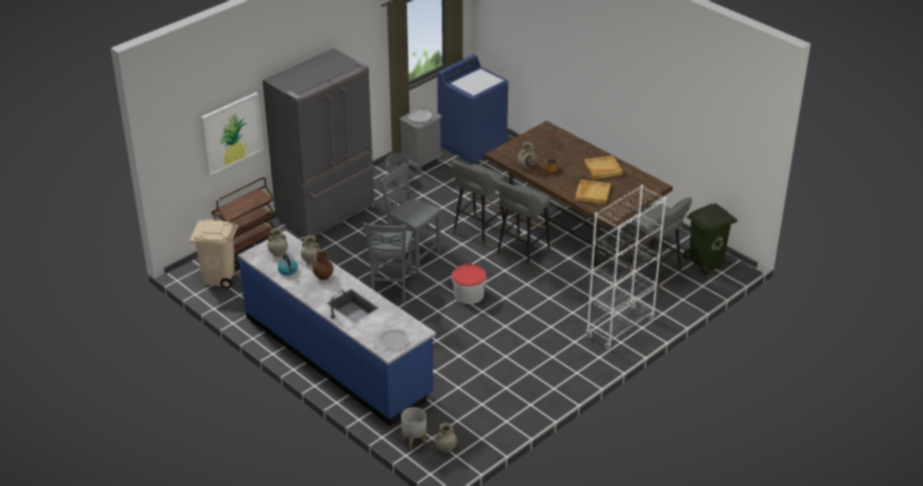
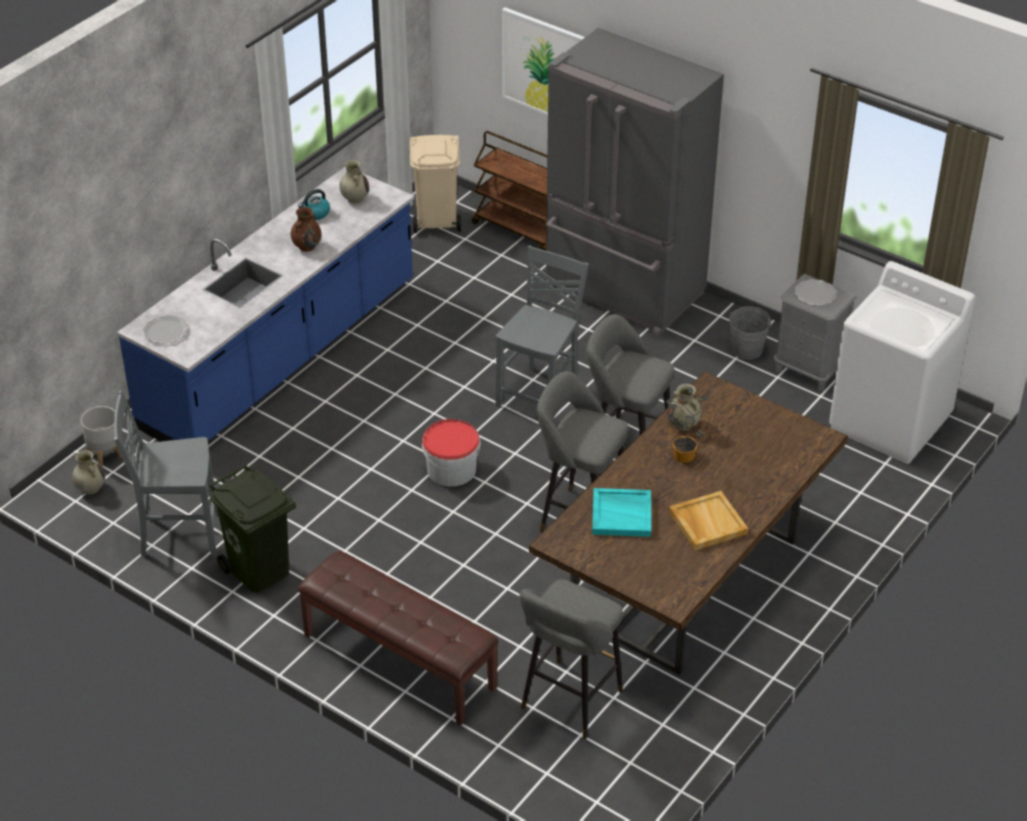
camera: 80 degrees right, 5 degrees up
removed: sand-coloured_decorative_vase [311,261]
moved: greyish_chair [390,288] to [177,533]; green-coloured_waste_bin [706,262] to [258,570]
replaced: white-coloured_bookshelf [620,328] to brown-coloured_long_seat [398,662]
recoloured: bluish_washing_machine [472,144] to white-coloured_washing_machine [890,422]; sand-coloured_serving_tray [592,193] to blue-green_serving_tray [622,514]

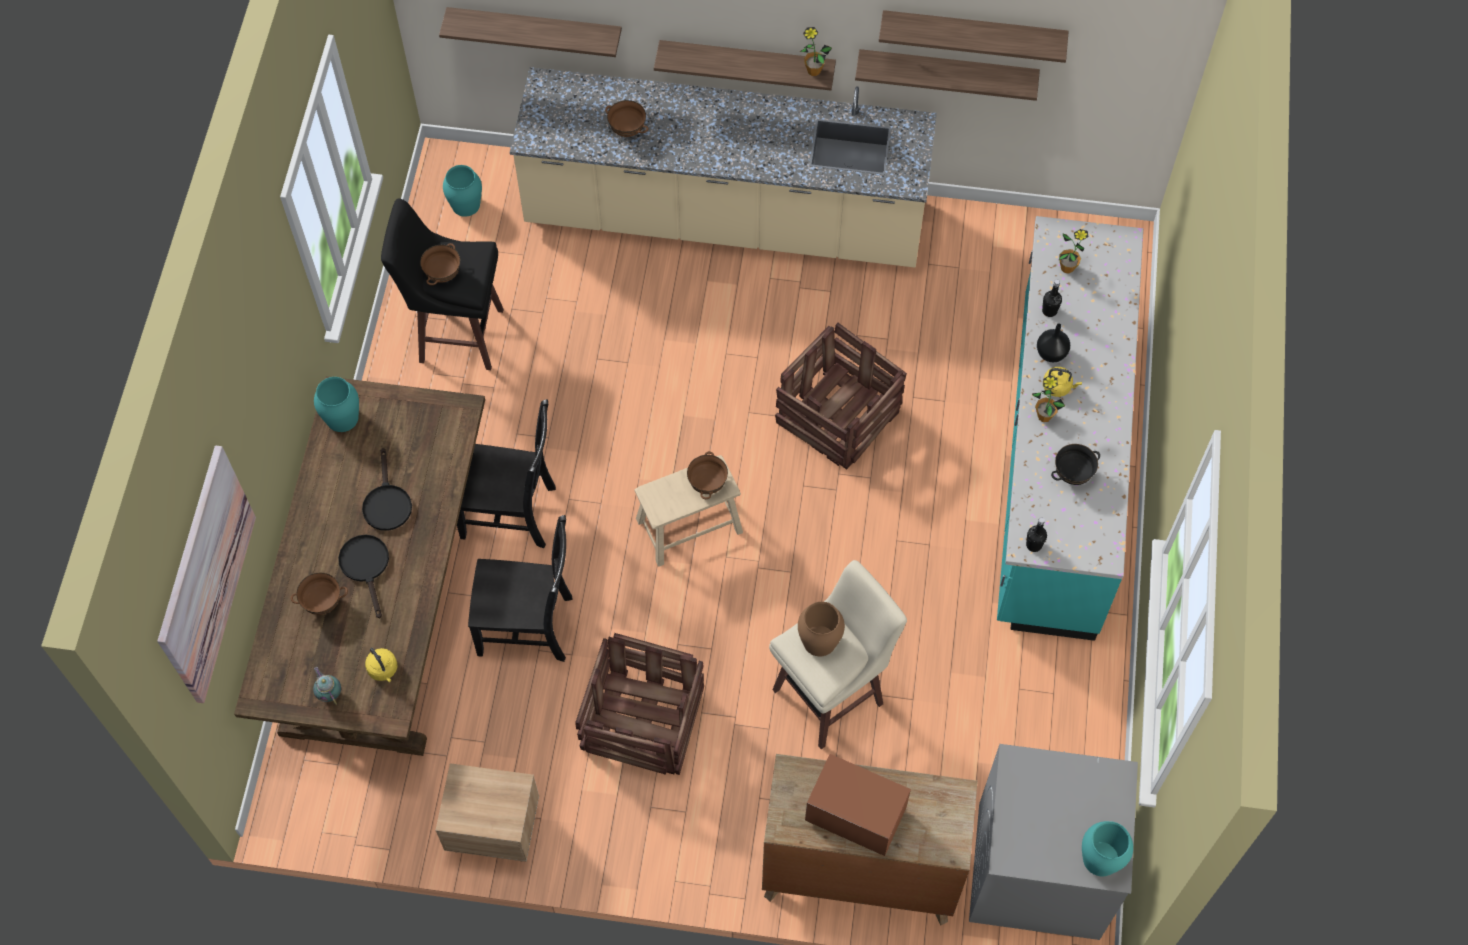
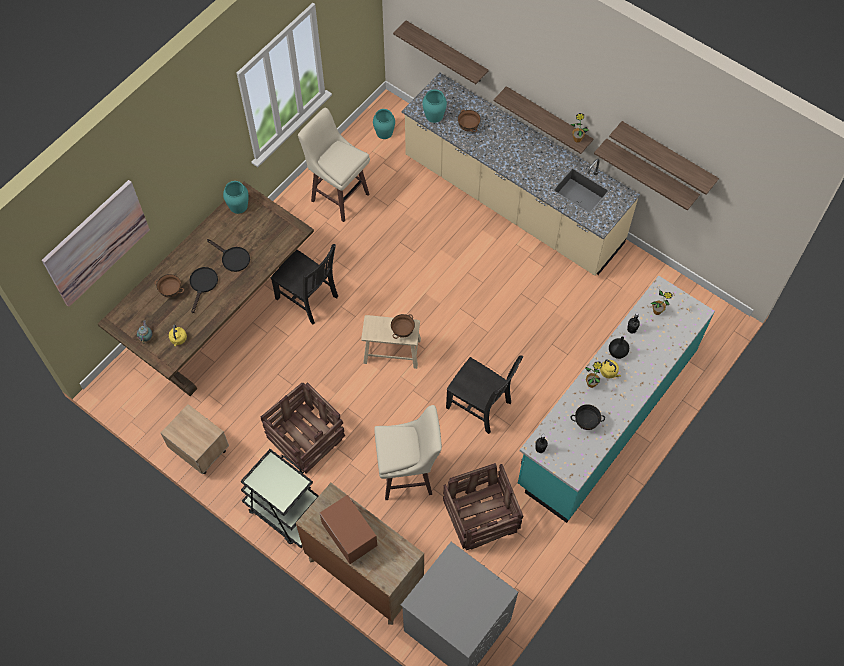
camera: 30 degrees right, 0 degrees up
removed: brown-coloured_bowl [443,274]; brown-coloured_decorative_vase [819,640]
added: blackish_cart [285,512]
moved: blackish_chair [529,626] to [480,406]; packing_crate [839,415] to [482,515]; blue-green_decorative_vase [1101,858] to [434,115]
recoloured: blackish_stool_seat [458,334] to sand-coloured_stool_seat [339,196]
turned: blackish_pan [386,502] = [232,258] 75 degrees counterclockwise

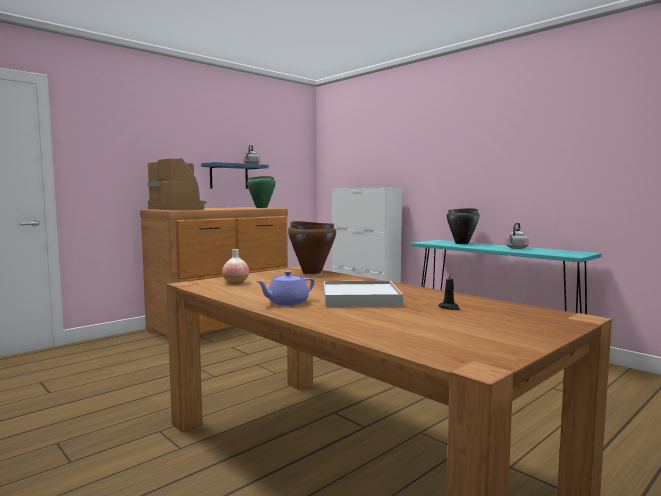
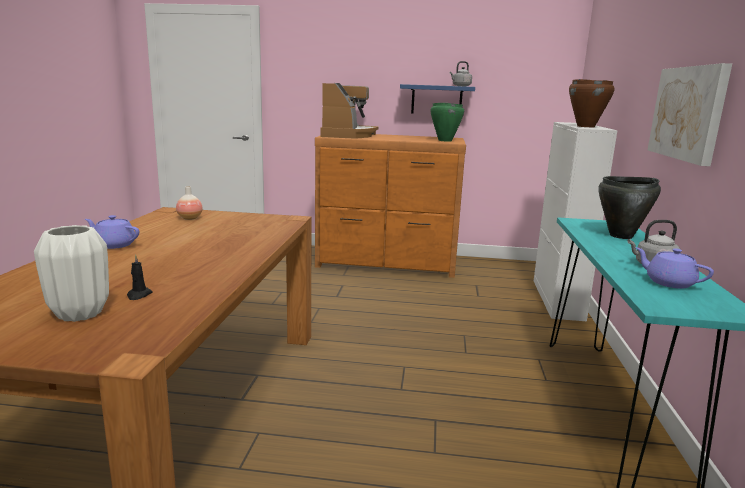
camera: 50 degrees right, 10 degrees up
removed: white-coloured_serving_tray [360,298]
added: white-coloured_decorative_vase [79,314]; purple-coloured_pot_for_tea [668,282]; picture [688,113]
moved: brown-coloured_cooking_pot [312,272] to [586,126]

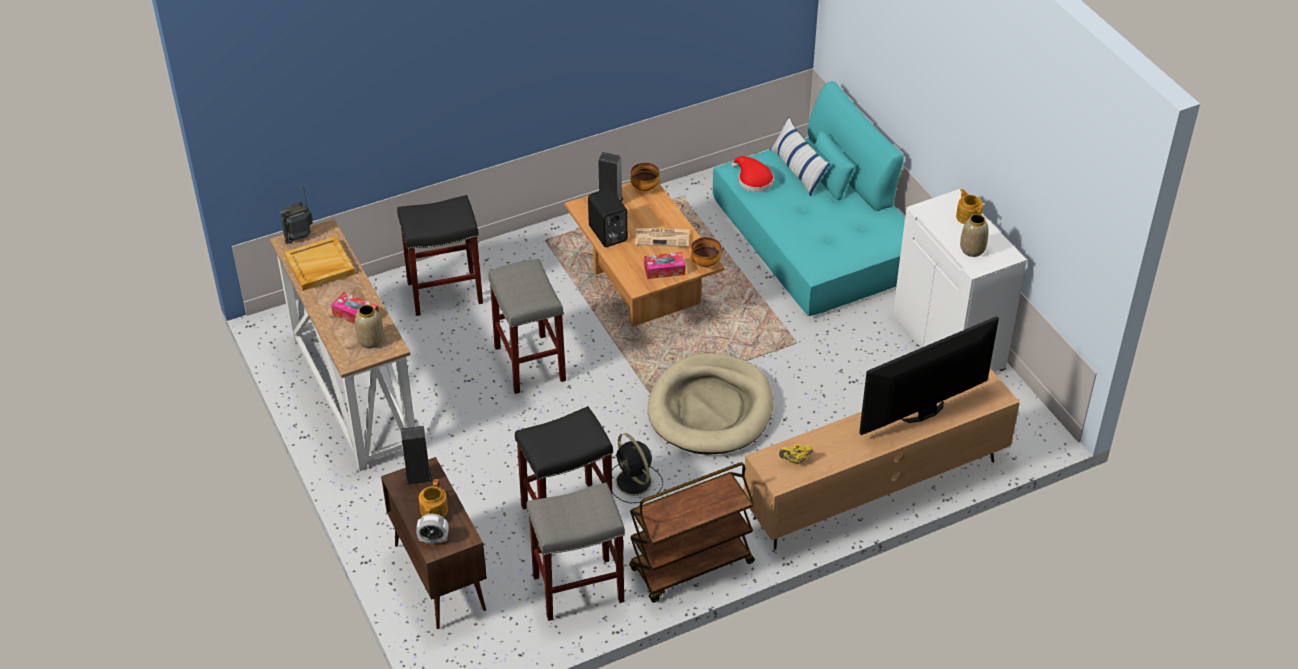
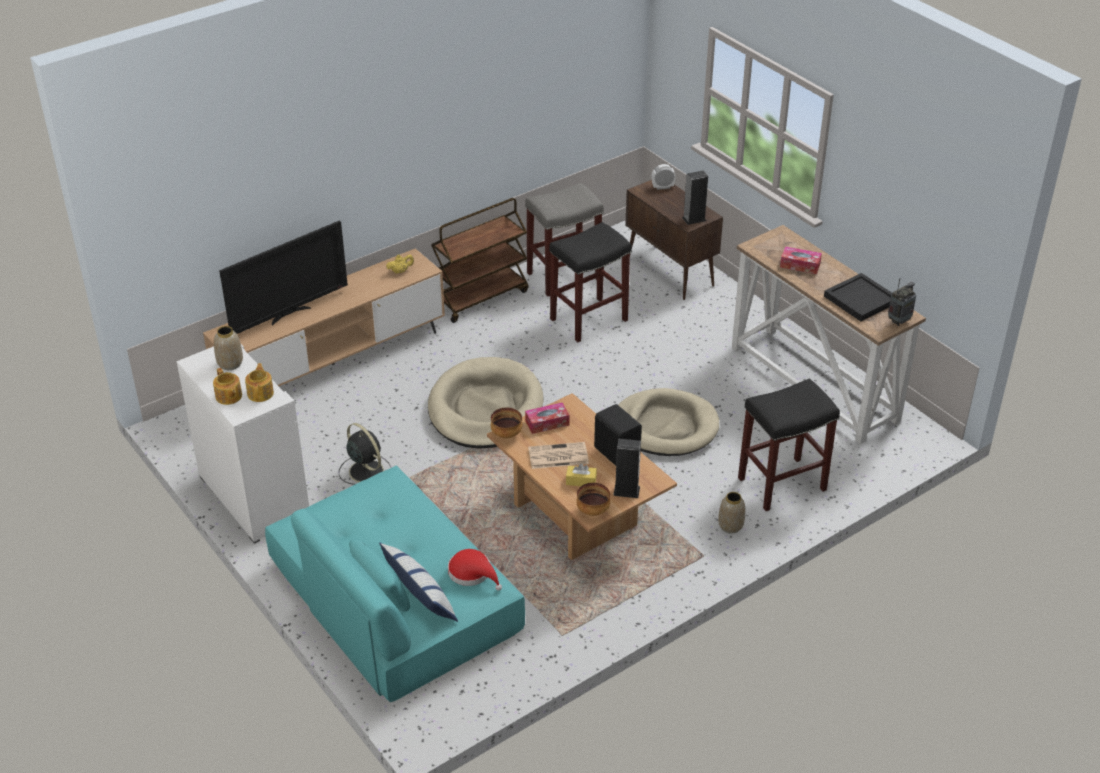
camera: 170 degrees right, 5 degrees down
added: yellowish_tissue_holder [581,481]
moved: decorative_vase [370,341] to [731,526]; pot_for_tea [433,510] to [261,393]; blackish_fan [634,483] to [365,470]
replaced: greyish_stool_seat [530,364] to sand-coloured_dog_bed [665,427]
recoloured: sand-coloured_serving_tray [319,266] to blackish_serving_tray [860,299]

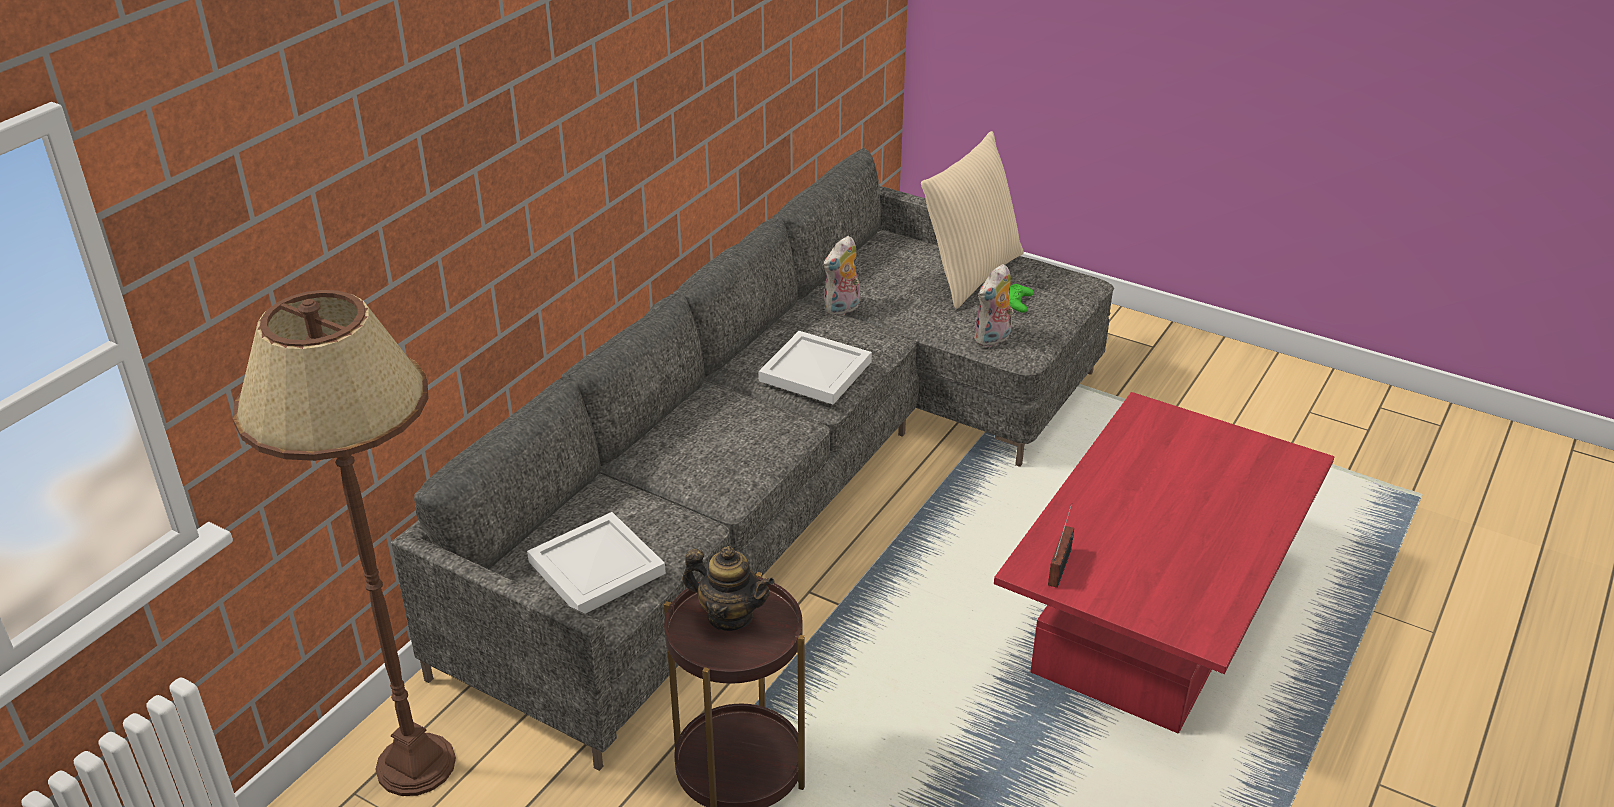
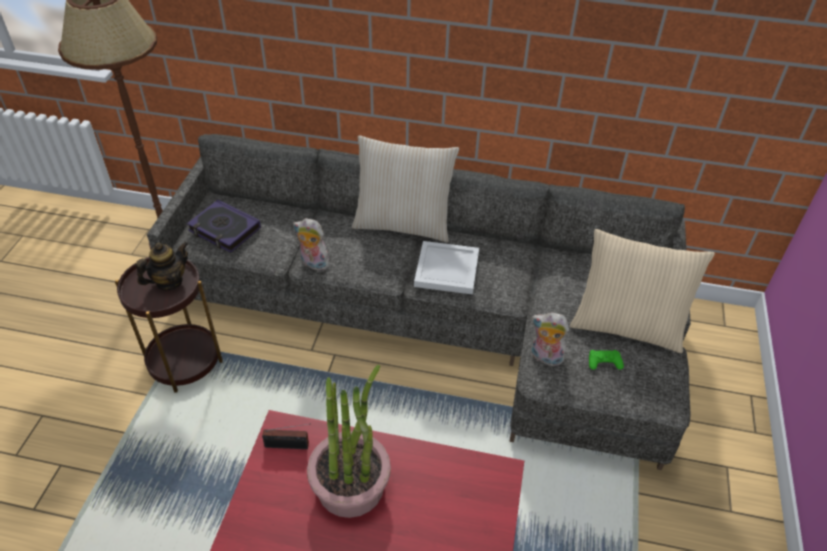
camera: 70 degrees right, 10 degrees up
added: plant_in_a_pot [351,485]; sand-coloured_pillow [403,224]
moved: cuddly_toy [842,309] to [313,263]
replaced: white-coloured_serving_tray [599,567] to bound_book [224,230]
turned: pot_for_tea [730,616] = [169,281] 135 degrees counterclockwise

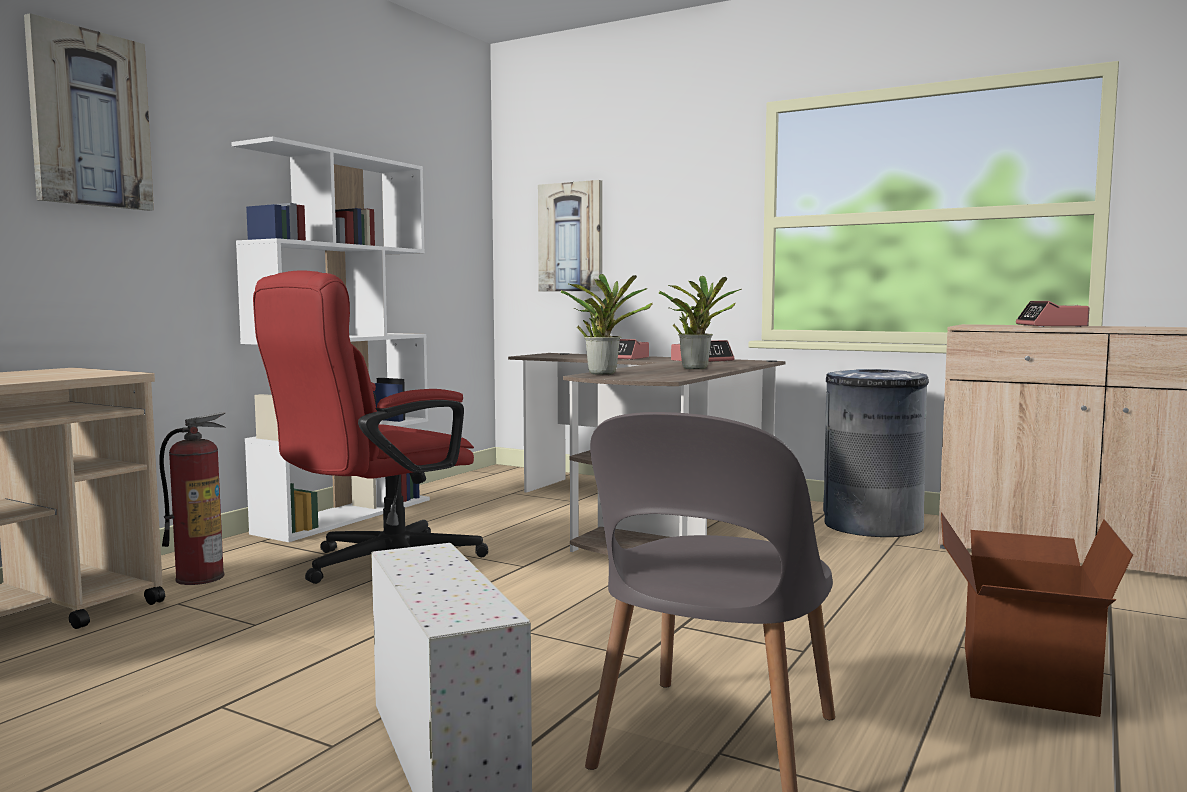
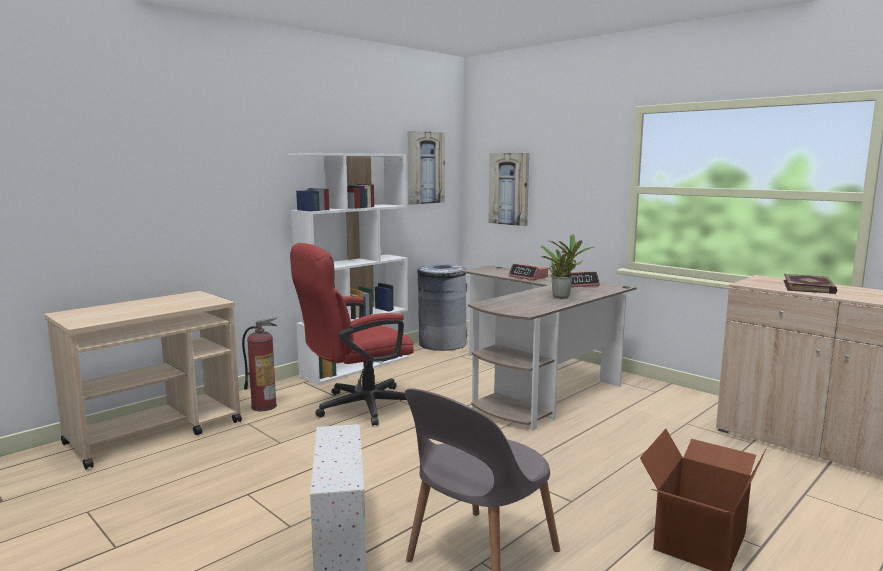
camera: 15 degrees right, 5 degrees up
removed: plant_in_a_pot [603,373]
moved: picture [90,119] to [425,167]; greyish_waste_bin [871,525] to [442,344]
replaced: alarm_clock [1051,326] to bound_book [809,287]

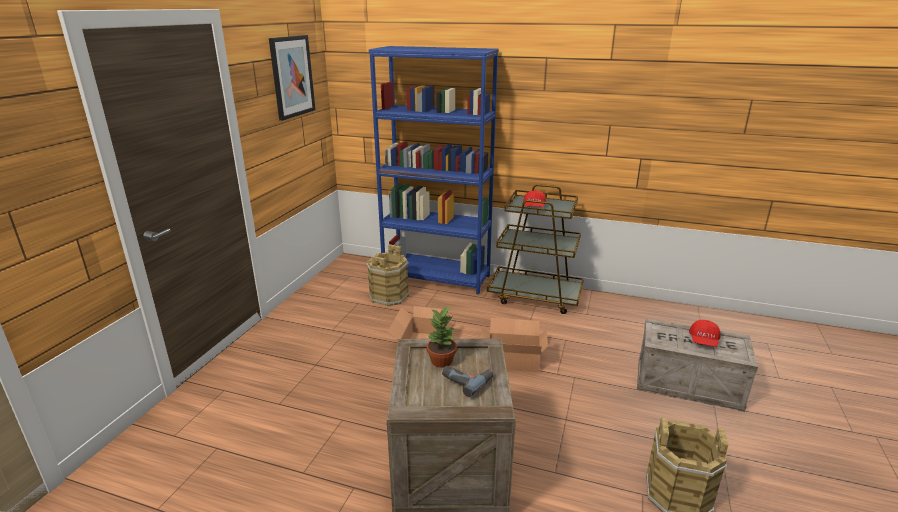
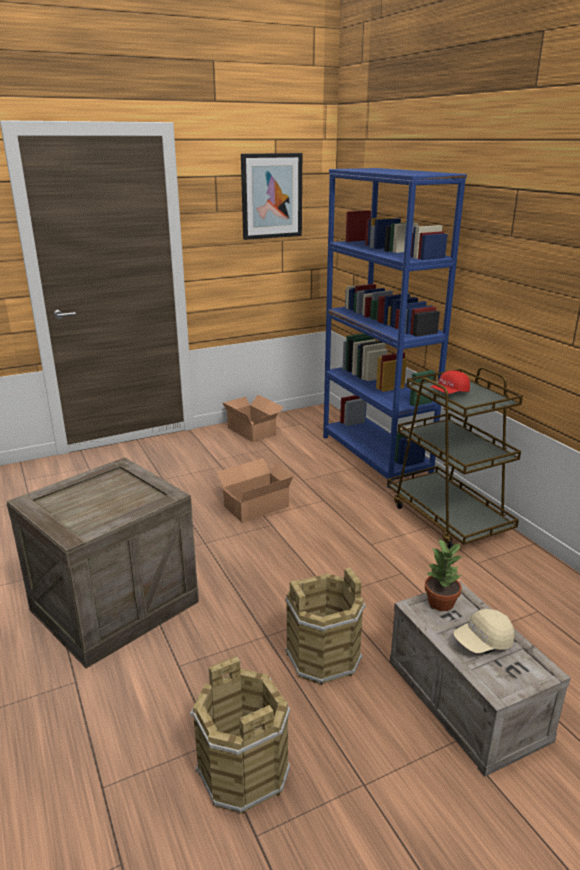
camera: 45 degrees right, 0 degrees up
removed: power_drill [466,380]
moved: brown-coloured_pail [389,296] to [323,657]; plant_in_a_pot [442,361] to [441,603]; packing_box [512,359] to [252,430]
recoloured: reddish_baseball_cap [703,341] to sand-coloured_baseball_cap [482,642]

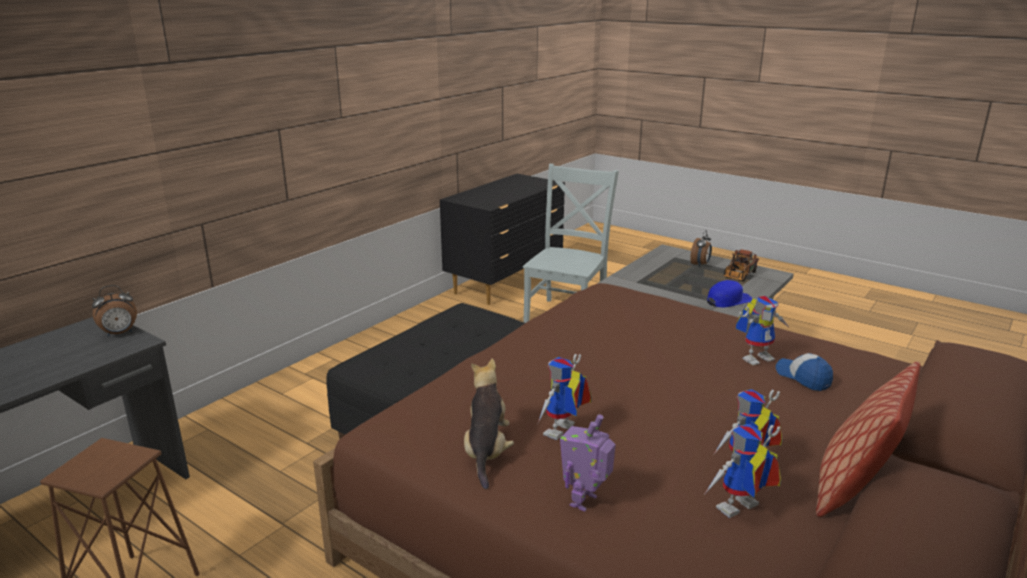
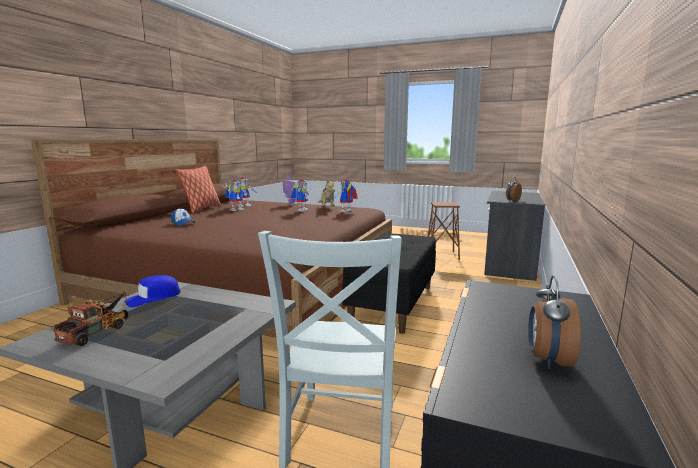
camera: 165 degrees right, 10 degrees down
moved: alarm_clock [700,264] to [547,360]; robot_figure [757,357] to [346,211]

